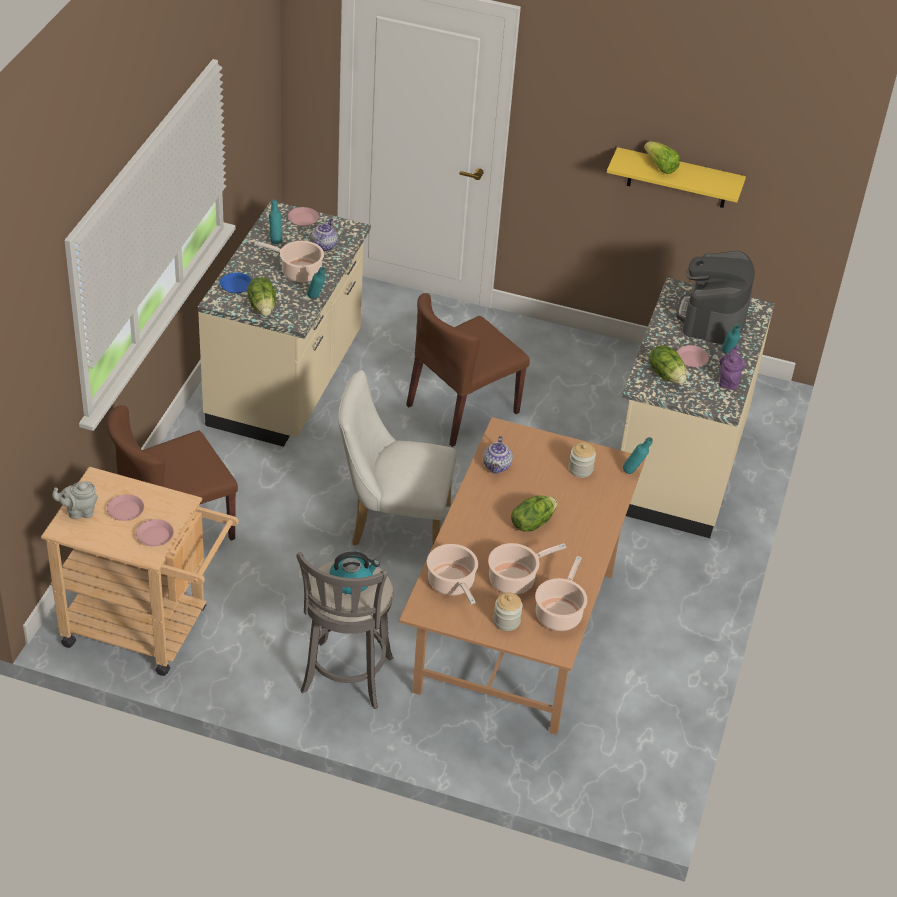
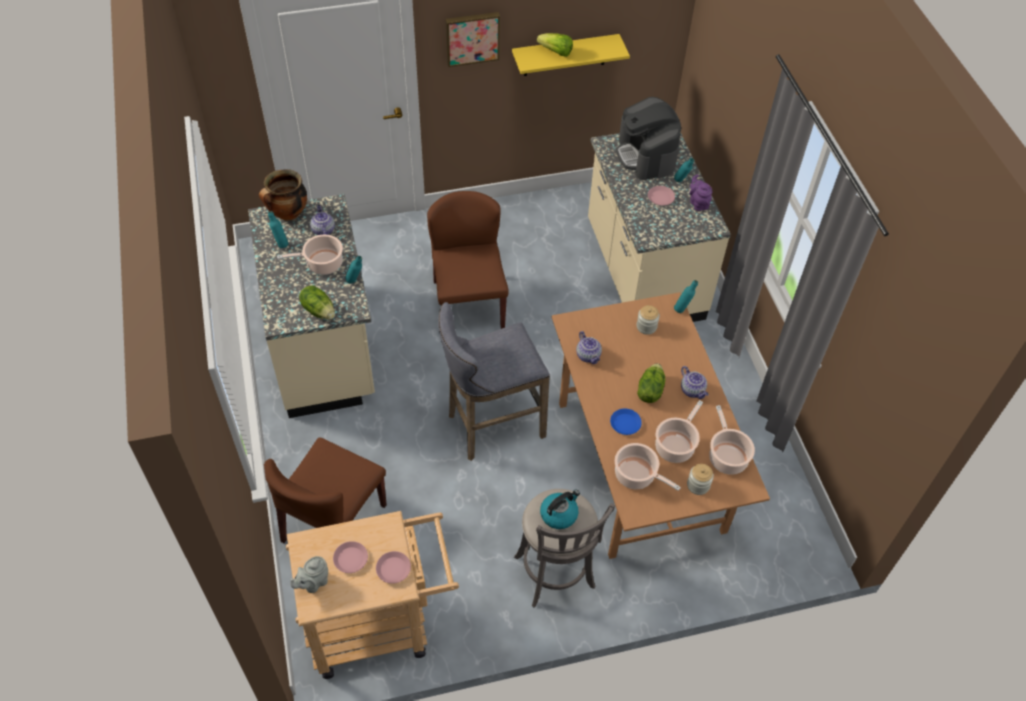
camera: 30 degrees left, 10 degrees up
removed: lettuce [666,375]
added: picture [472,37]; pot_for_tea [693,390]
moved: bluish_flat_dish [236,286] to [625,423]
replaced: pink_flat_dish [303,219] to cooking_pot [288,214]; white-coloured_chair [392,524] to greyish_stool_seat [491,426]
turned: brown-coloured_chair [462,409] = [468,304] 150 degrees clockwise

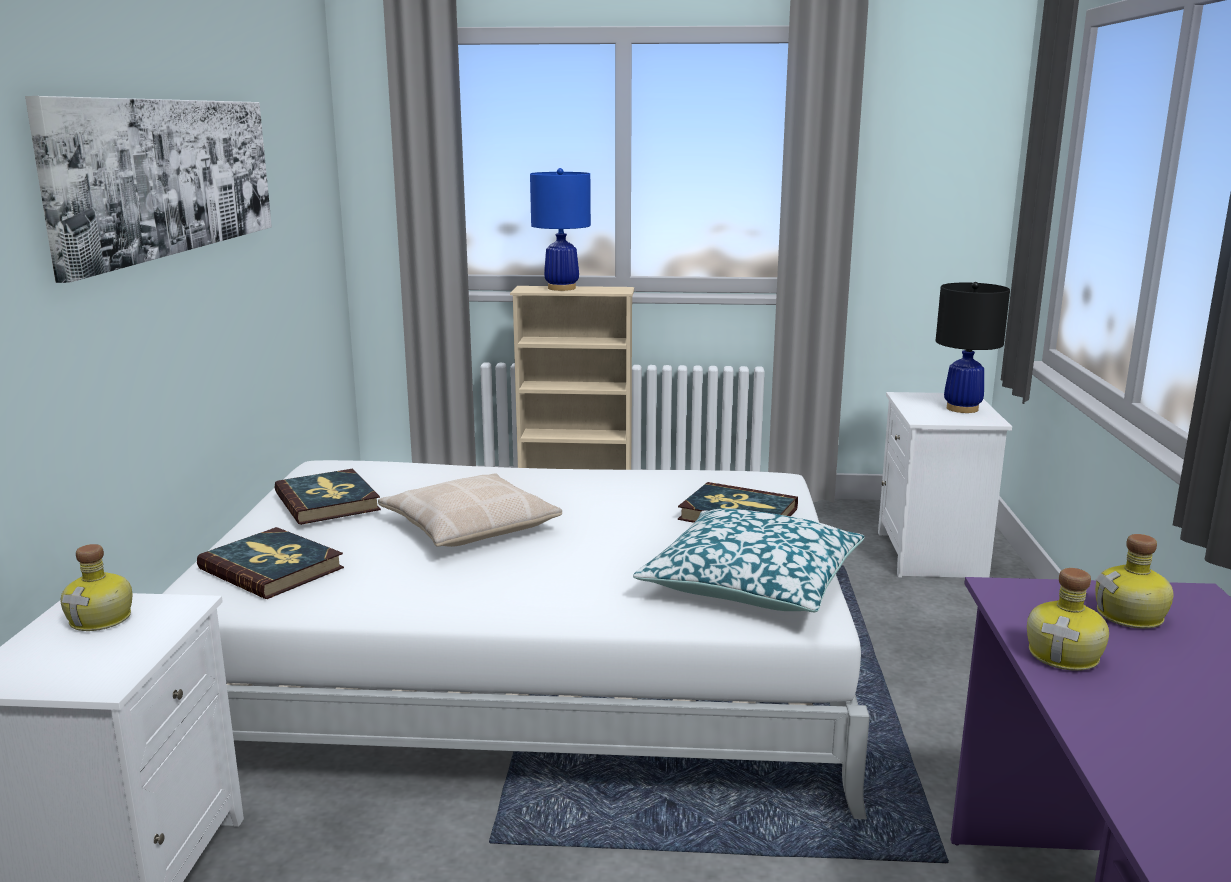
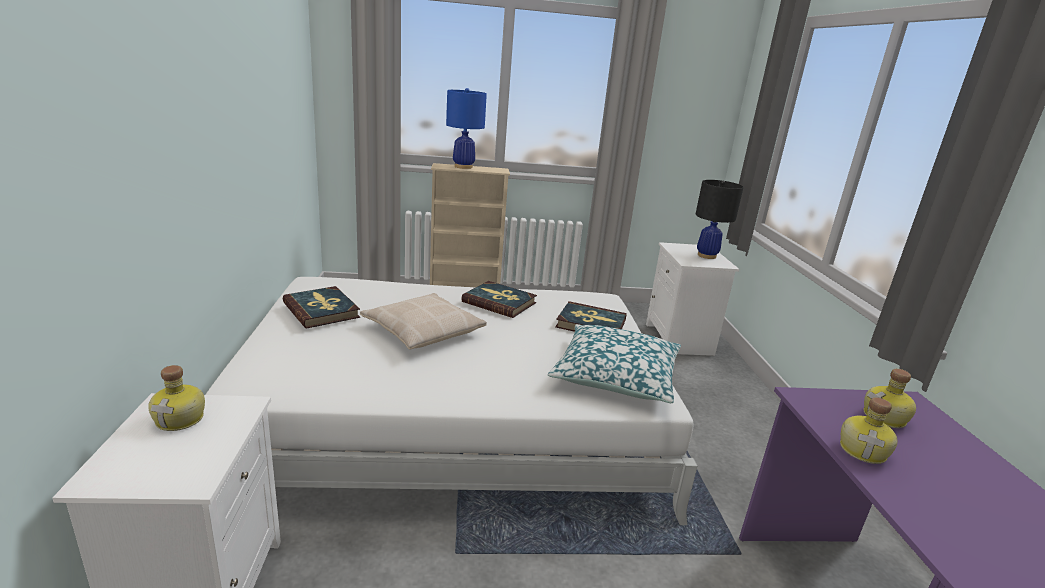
camera: 10 degrees left, 5 degrees up
removed: picture [169,176]
moved: bound_book [272,568] to [499,302]

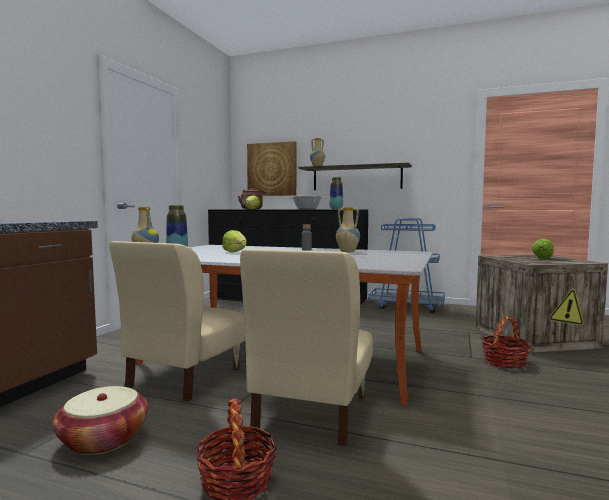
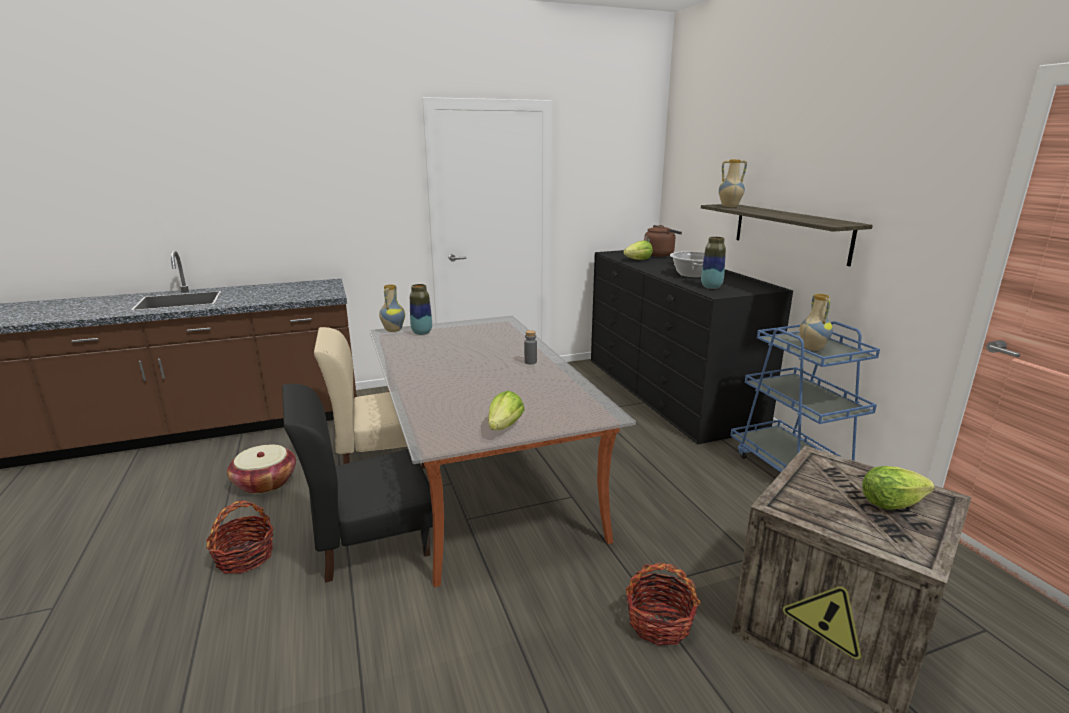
camera: 50 degrees right, 15 degrees up
removed: picture [272,169]
moved: lettuce [235,252] to [505,427]; decorative_vase [347,252] to [811,348]
recoloured: sand-coloured_chair [310,413] to blackish_chair [370,541]

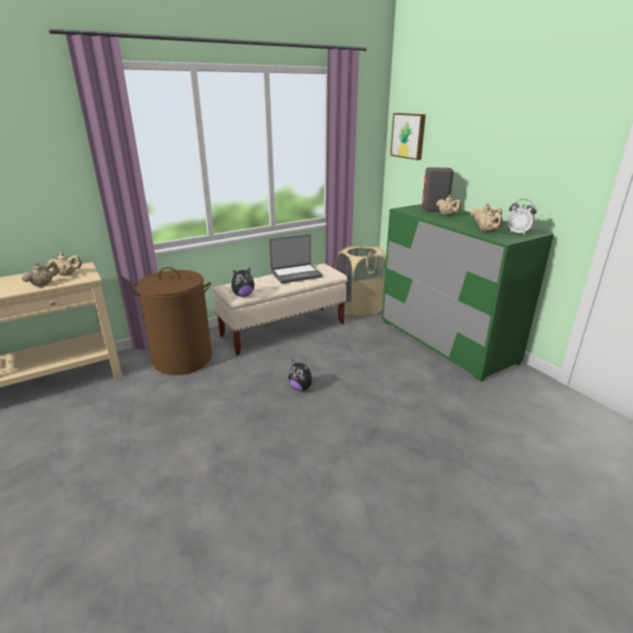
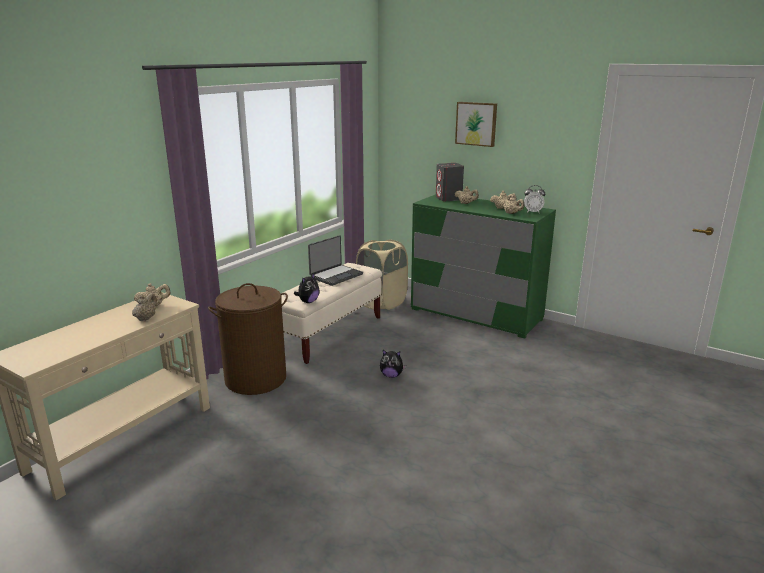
camera: 25 degrees left, 5 degrees down
moved: picture [409,136] to [476,123]

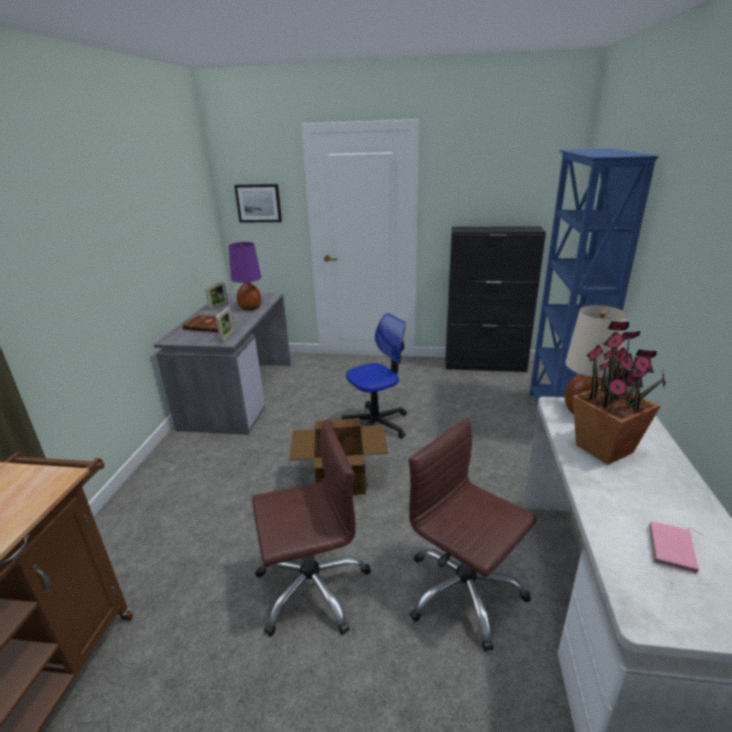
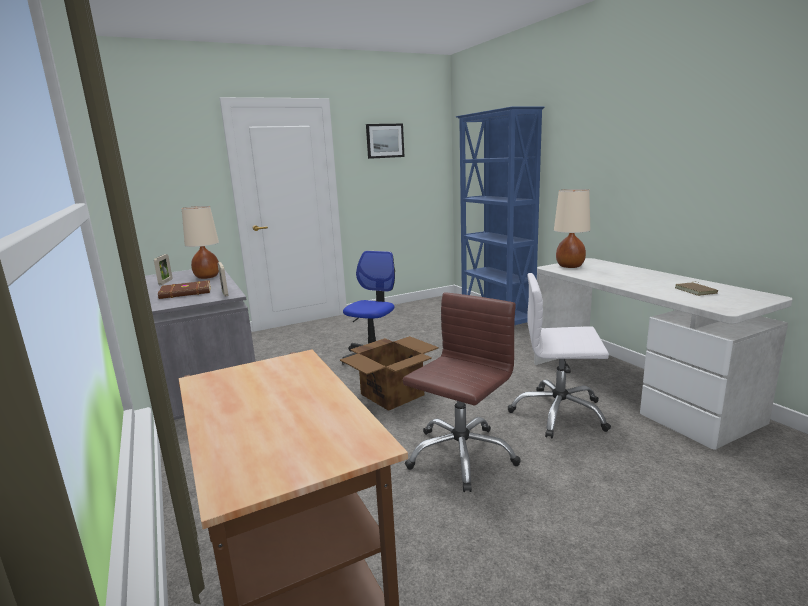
camera: 35 degrees left, 10 degrees down
removed: blackish_cabinet [485,365]; plant_in_a_pot [605,449]
moved: picture [258,203] to [385,141]
recoloured: purple-coloured_lamp_for_a_table [250,308] to sand-coloured_lamp_for_a_table [207,277]; brown-coloured_office_chair [463,592] to white-coloured_office_chair [559,413]; pink_bound_book [673,549] to brown-coloured_bound_book [696,291]

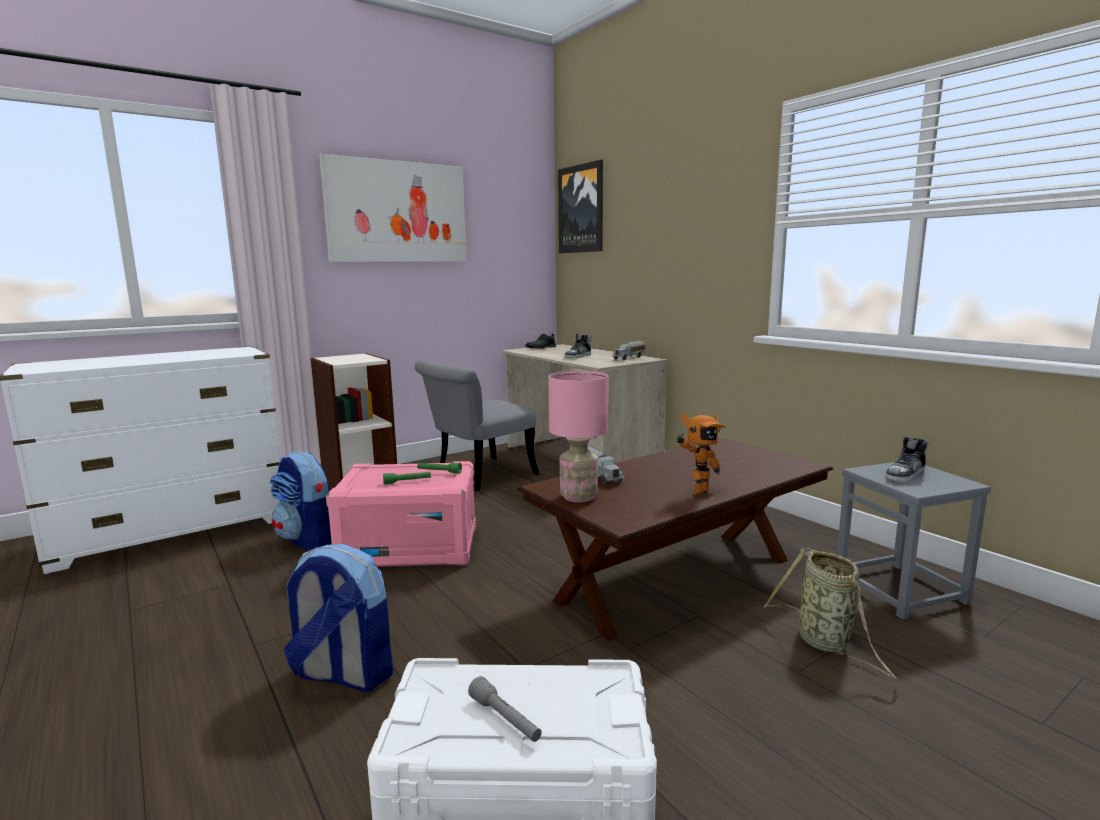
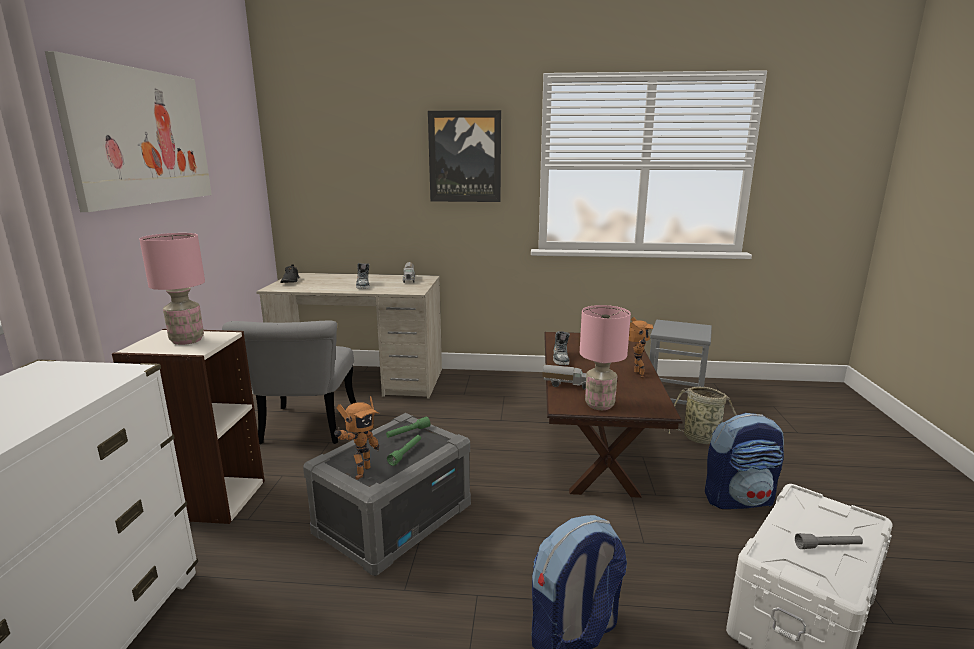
camera: 50 degrees left, 5 degrees up
added: pink_lamp_for_a_table [188,340]; robot_figure [359,472]
moved: rucksack [309,540] to [739,499]; picture [581,209] to [465,157]; item_of_footwear [905,475] to [561,358]
recoloured: pink_storage_box [410,547] to greyish_storage_box [394,519]

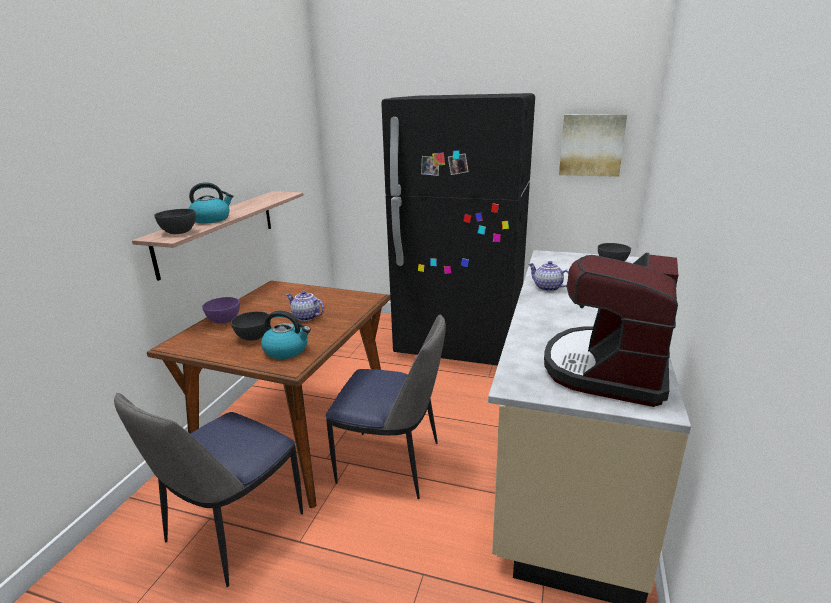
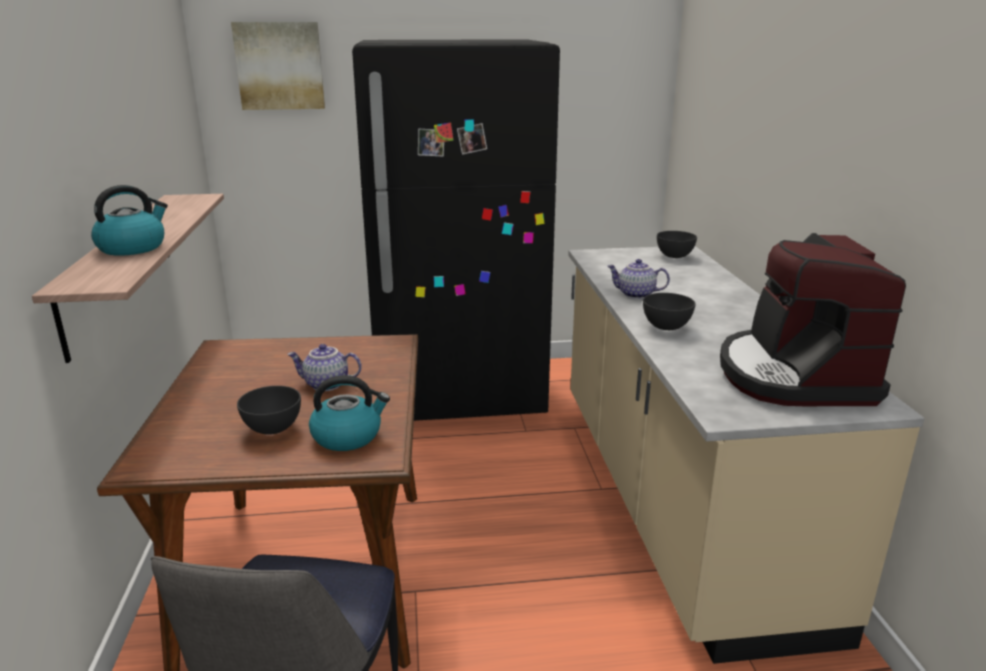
camera: 25 degrees left, 0 degrees up
removed: purple-coloured_bowl [224,321]; chair [392,464]
moved: greyish_bowl [179,232] to [666,326]; picture [591,145] to [280,66]

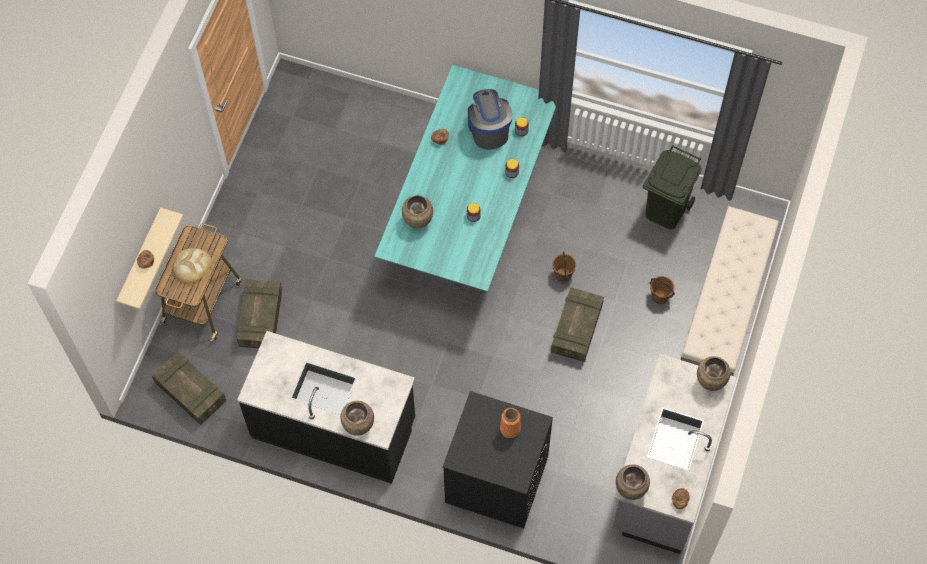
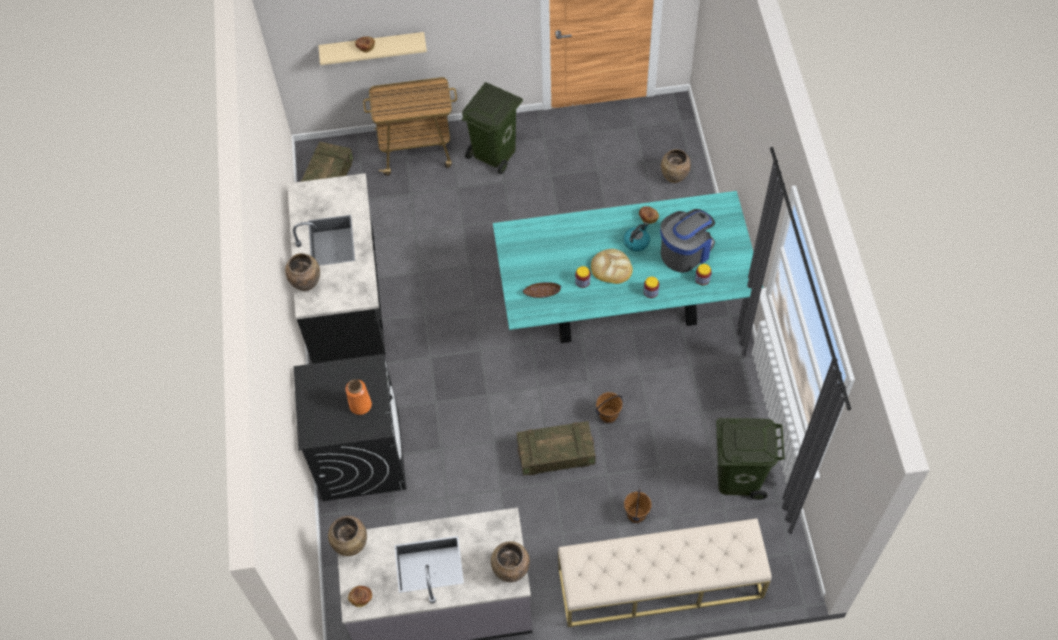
camera: 65 degrees right, 5 degrees down
removed: packing_crate [261,319]
added: green-coloured_waste_bin [495,153]; brown-coloured_bowl [541,293]; tea_kettle [636,242]
moved: baked_bread [192,266] to [611,268]; brown-coloured_decorative_vase [417,221] to [673,177]

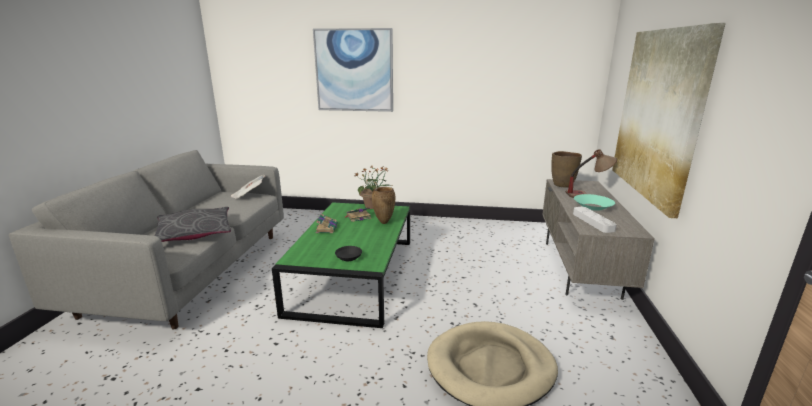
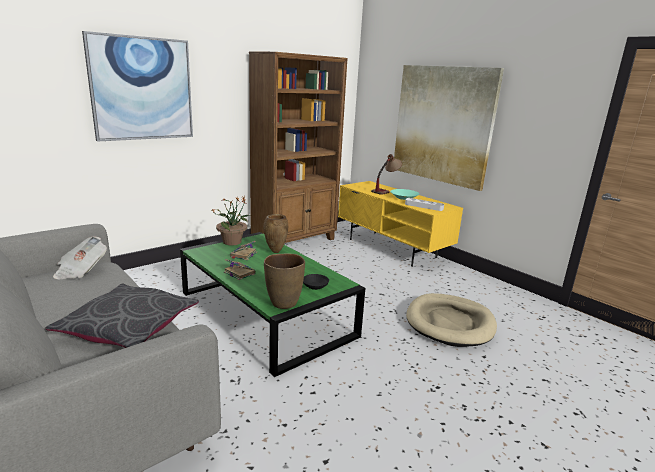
camera: 50 degrees left, 0 degrees up
added: brown-coloured_bookshelf [295,241]
moved: brown-coloured_decorative_vase [562,185] to [283,303]
recoloured: greyish_media_console [580,268] to yellowish_media_console [392,248]

